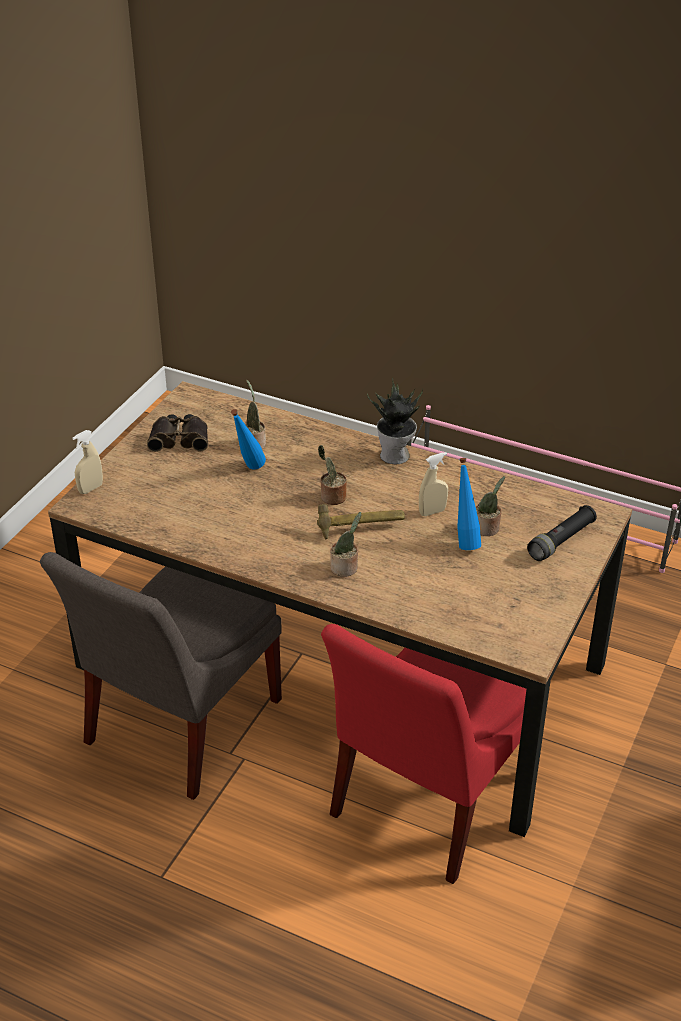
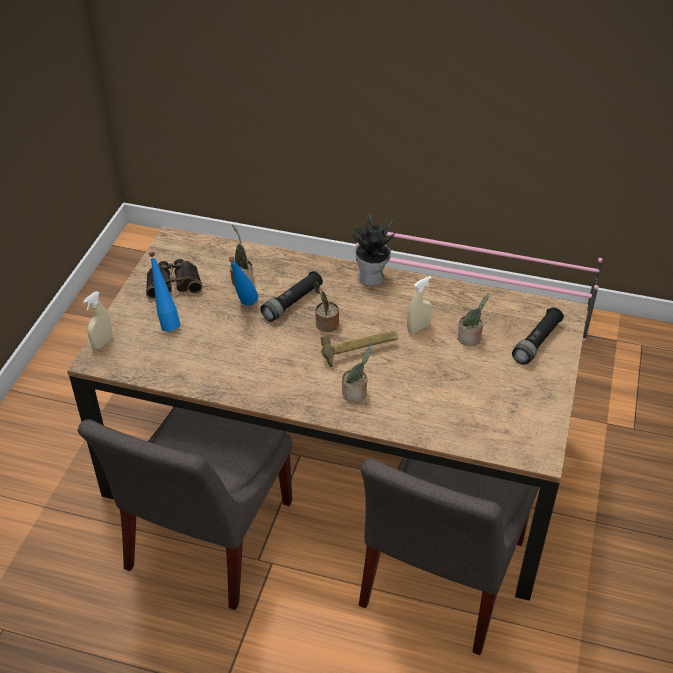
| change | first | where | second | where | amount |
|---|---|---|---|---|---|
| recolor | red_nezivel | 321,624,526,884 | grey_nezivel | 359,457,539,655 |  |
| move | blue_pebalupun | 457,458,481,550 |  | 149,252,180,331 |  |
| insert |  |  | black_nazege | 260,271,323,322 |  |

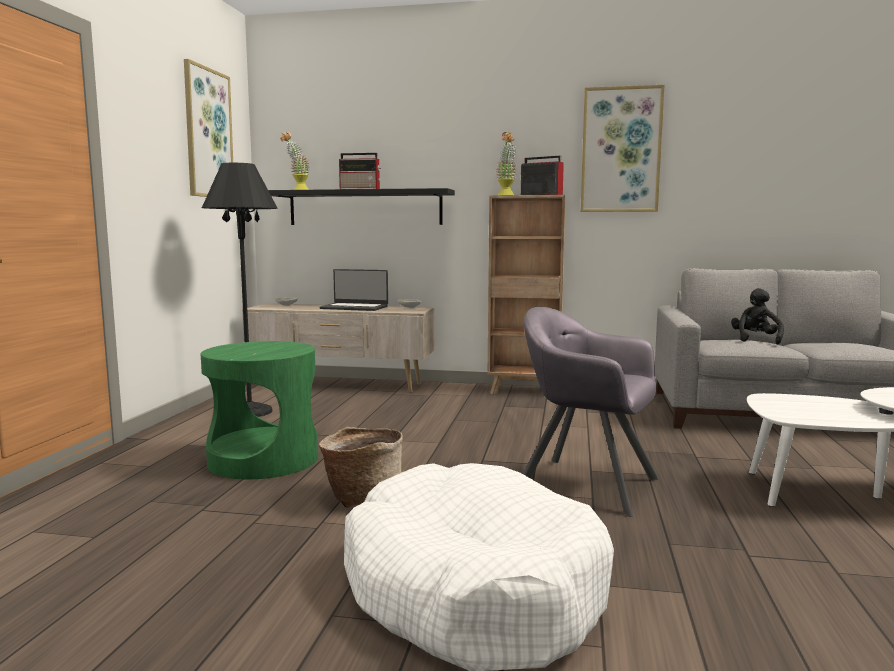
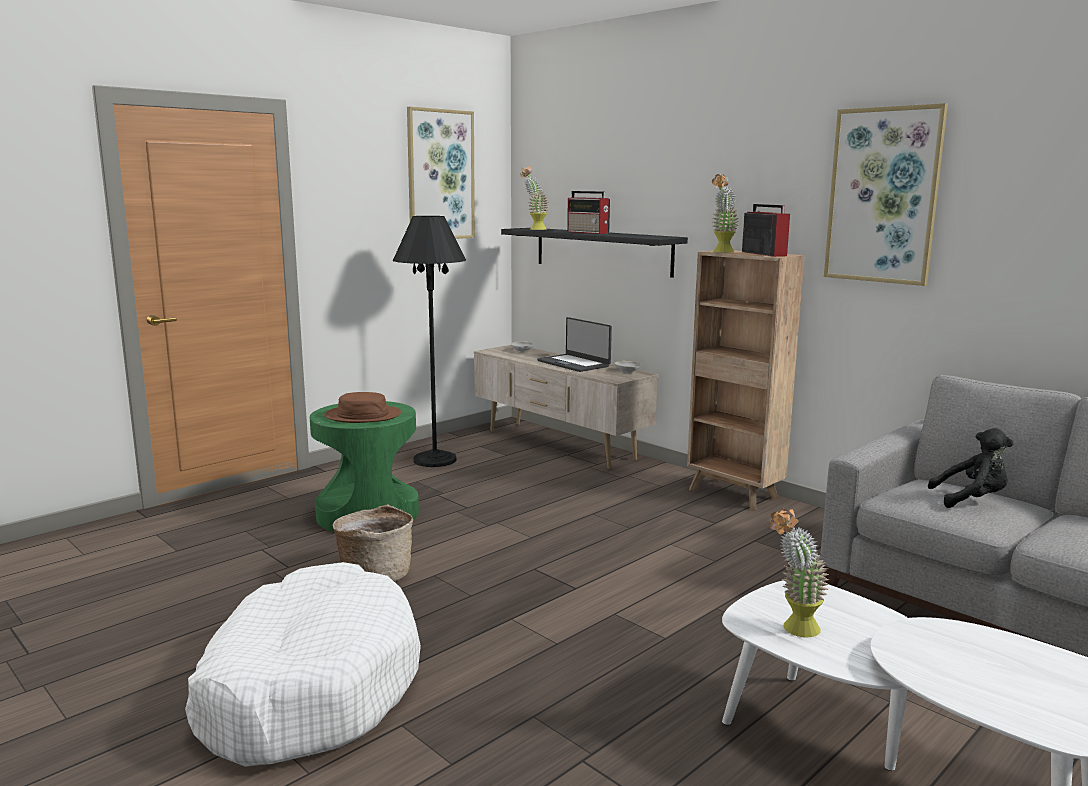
| change | first | where | second | where | amount |
|---|---|---|---|---|---|
| delete | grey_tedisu | 523,307,659,517 |  |  |  |
| rotate | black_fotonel | 731,288,784,345 |  | 928,428,1013,508 | 45 degrees clockwise |
| insert |  |  | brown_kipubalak | 324,392,401,423 |  |
| insert |  |  | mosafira | 769,508,830,638 |  |

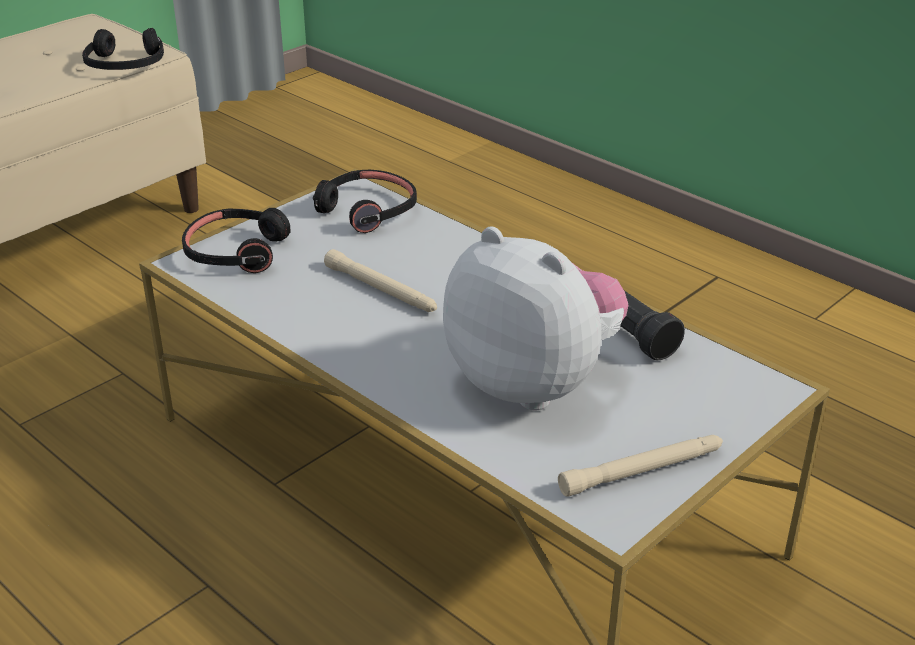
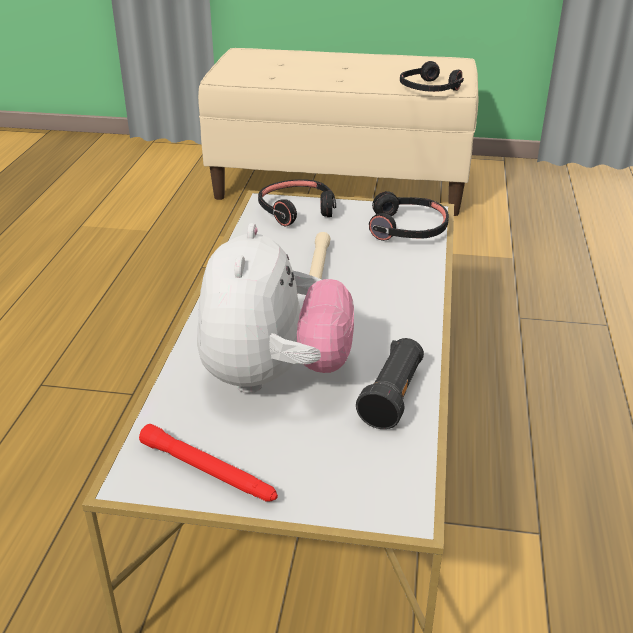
| change | first | where | second | where | amount |
|---|---|---|---|---|---|
| recolor | beige_nazege | 558,435,723,497 | red_nazege | 139,424,278,502 |  |

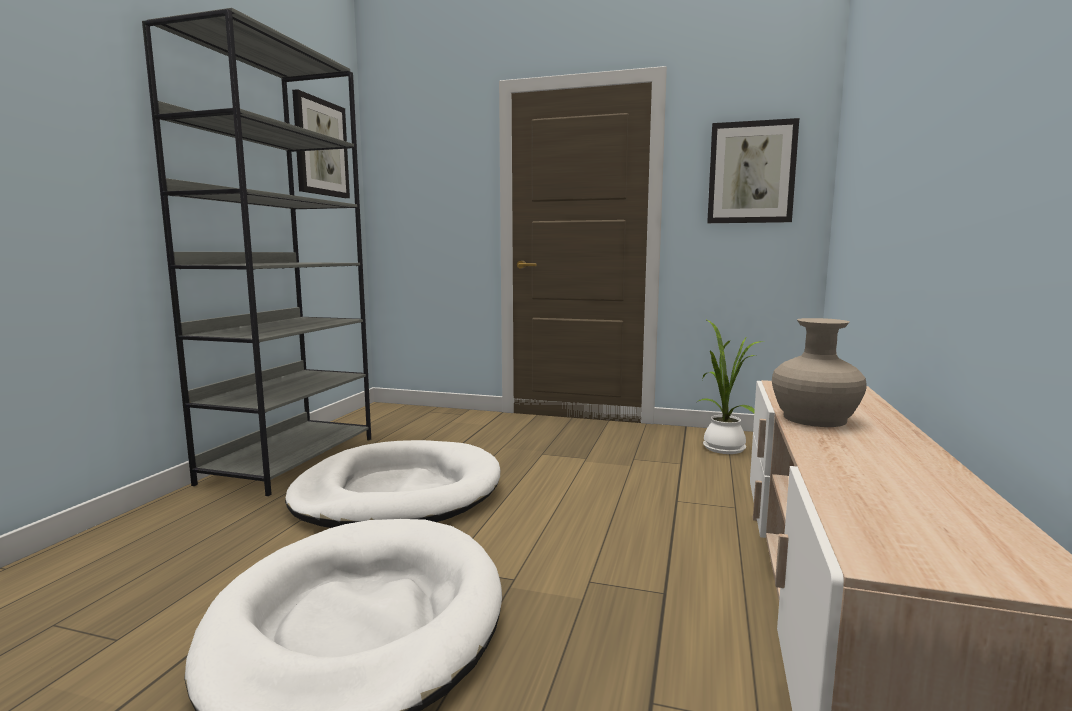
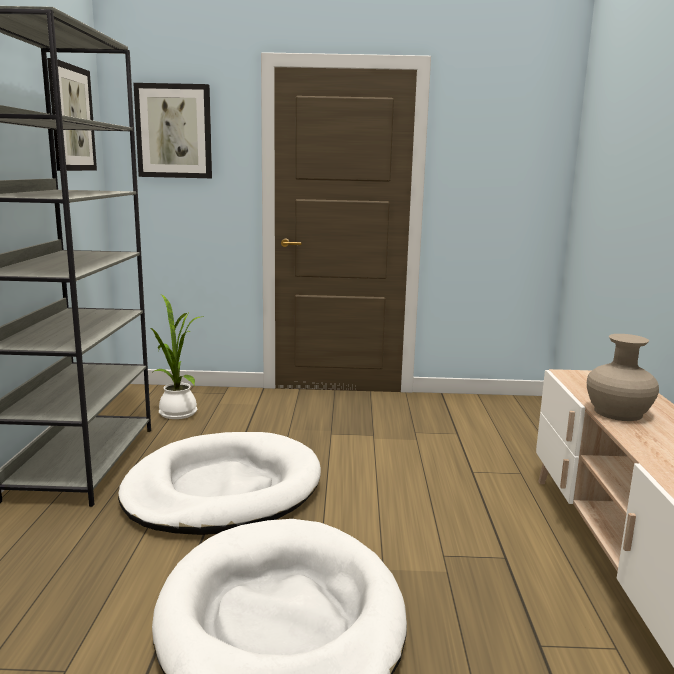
| change | first | where | second | where | amount |
|---|---|---|---|---|---|
| move | mosafira | 697,319,763,454 |  | 150,294,204,419 |  |
| move | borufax | 707,118,799,223 |  | 133,83,212,178 |  |

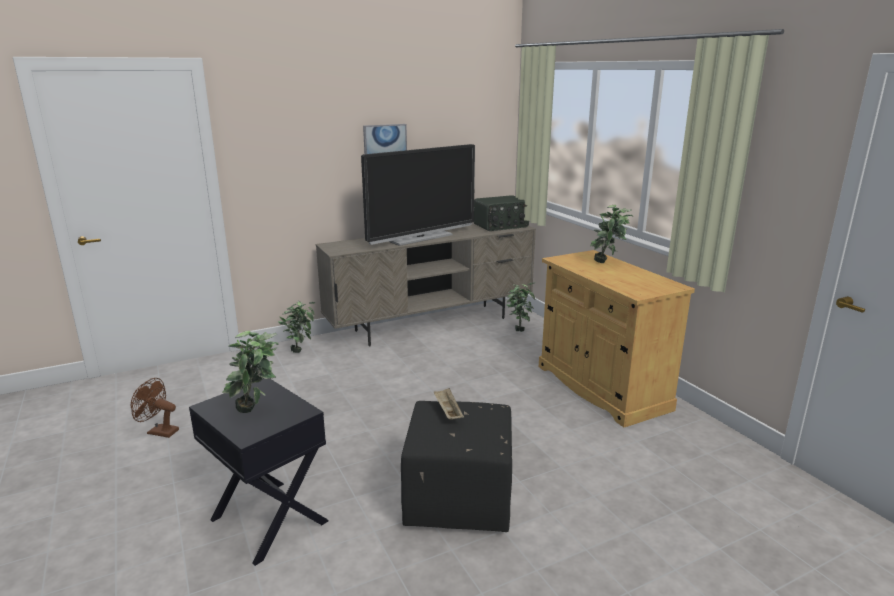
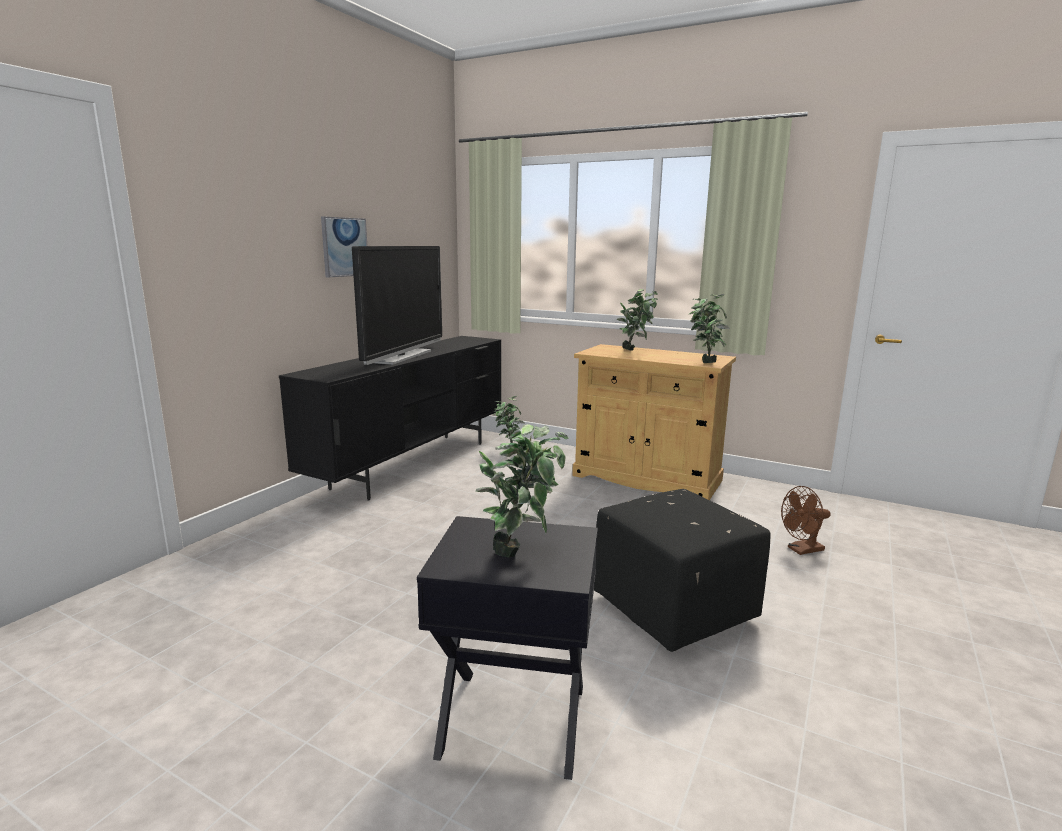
| change | first | where | second | where | amount |
|---|---|---|---|---|---|
| move | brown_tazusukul | 131,378,179,438 |  | 781,486,831,555 |  |
| move | mosafira | 278,301,315,353 |  | 689,294,730,363 |  |
| recolor | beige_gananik | 316,224,536,346 | black_gananik | 279,336,501,501 |  |
| delete | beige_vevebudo | 434,388,464,420 |  |  |  |
| delete | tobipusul | 474,195,529,231 |  |  |  |

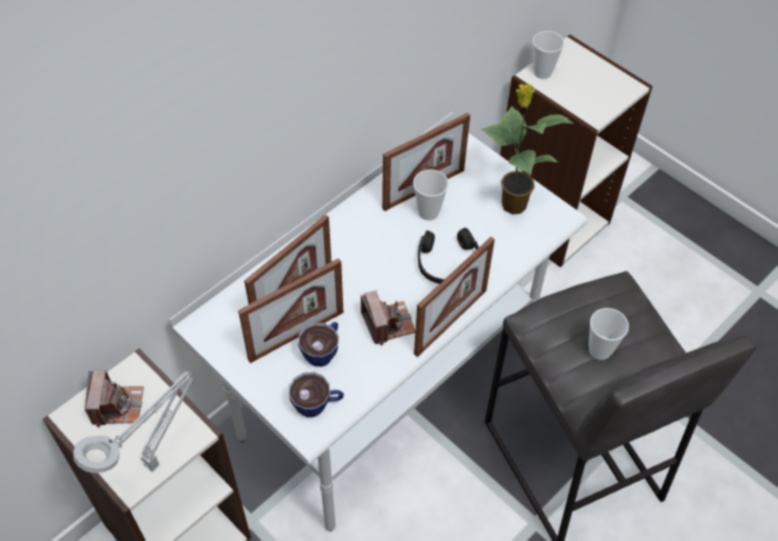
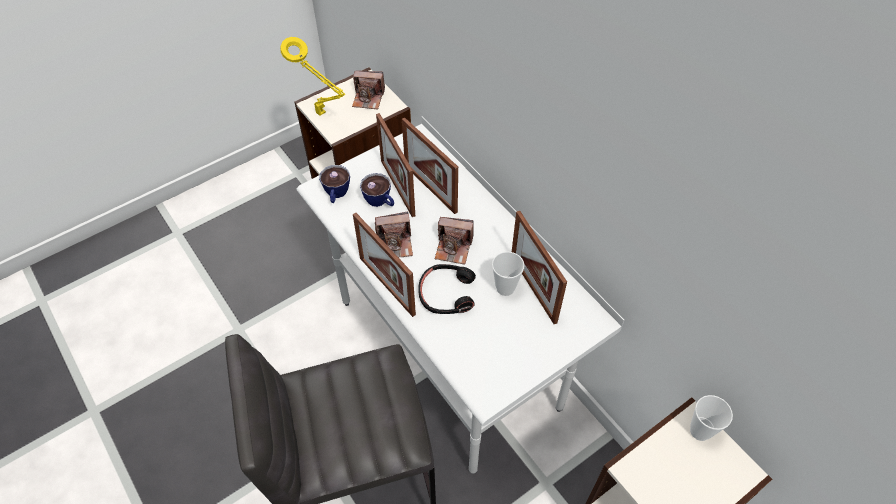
| change | first | where | second | where | amount |
|---|---|---|---|---|---|
| recolor | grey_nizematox | 73,371,195,473 | yellow_nizematox | 280,37,345,116 |  |
| delete | mosafira | 481,84,575,215 |  |  |  |
| delete | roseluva | 589,308,629,360 |  |  |  |
| insert |  |  | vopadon | 435,217,474,264 |  |

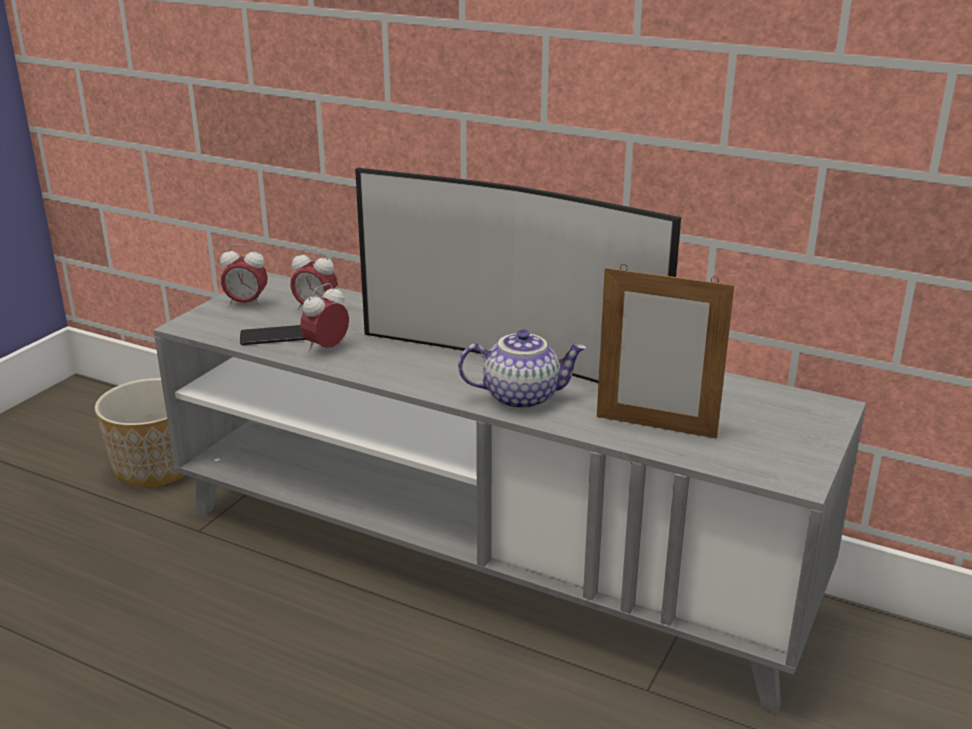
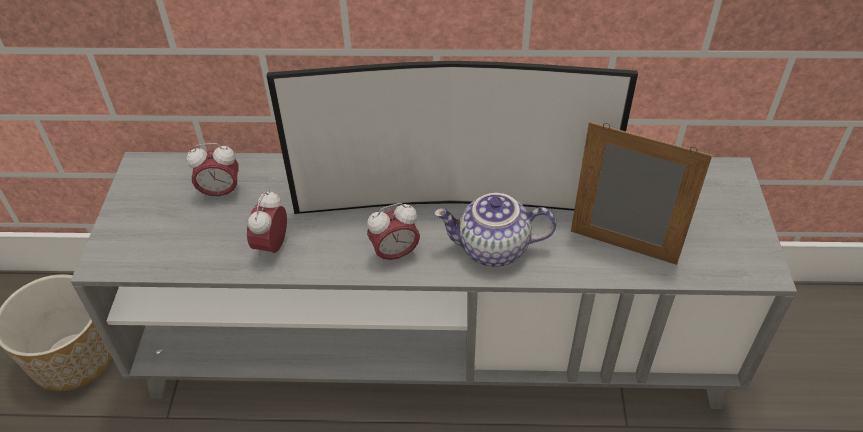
| change | first | where | second | where | amount |
|---|---|---|---|---|---|
| move | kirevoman | 220,244,268,307 |  | 367,203,420,265 |  |
| delete | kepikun | 240,325,306,345 |  |  |  |
| rotate | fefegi | 458,329,587,410 |  | 434,193,556,267 | 150 degrees counterclockwise |
| rotate | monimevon | 597,264,734,439 |  | 571,122,712,265 | 150 degrees counterclockwise |

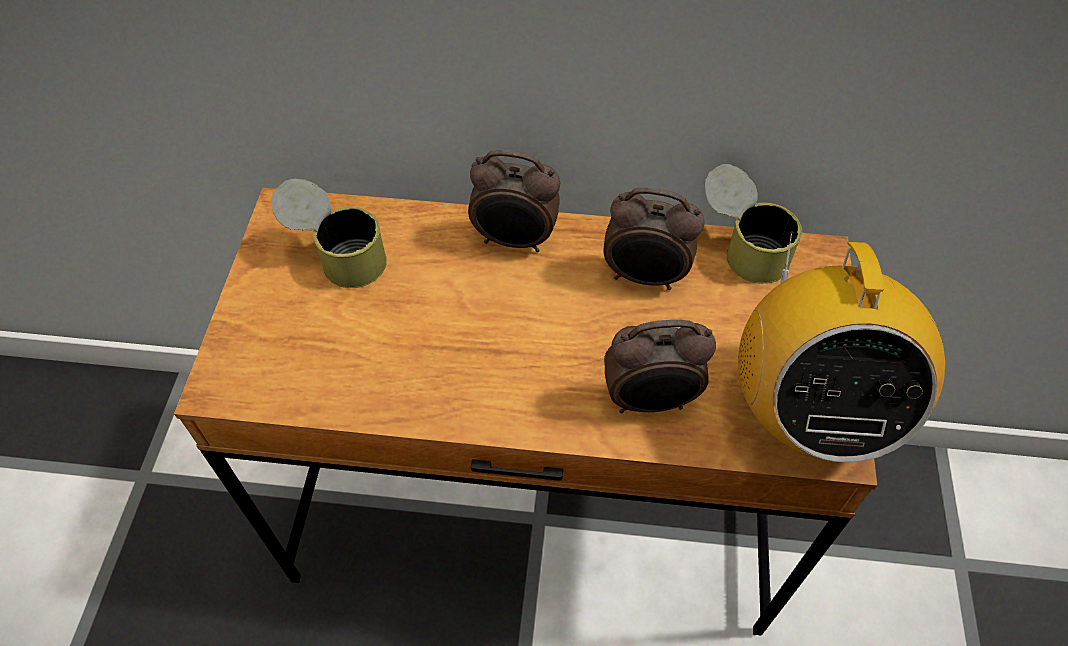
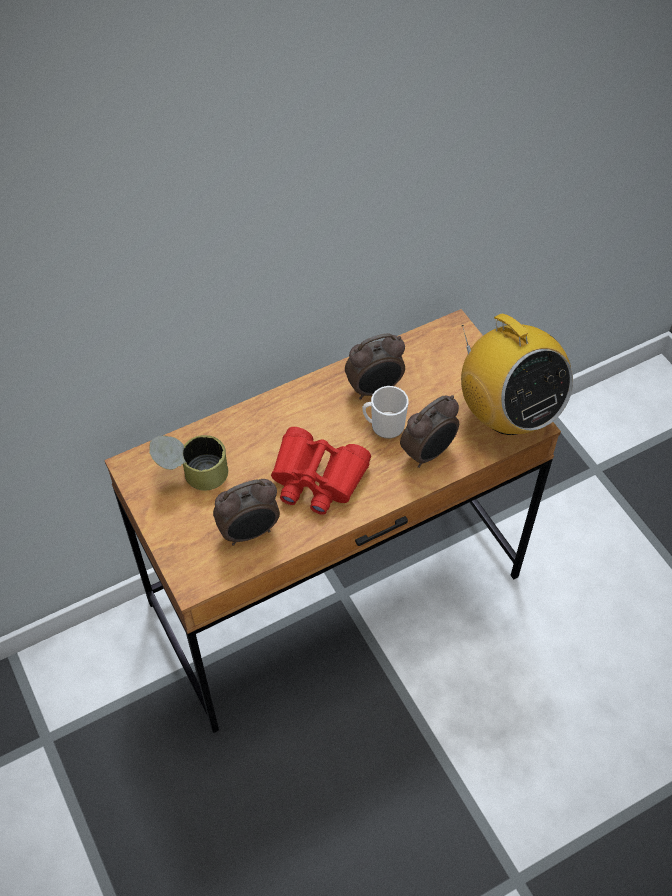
| change | first | where | second | where | amount |
|---|---|---|---|---|---|
| move | kirevoman | 468,150,560,252 |  | 213,479,280,545 |  |
| delete | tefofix | 705,164,802,284 |  |  |  |
| insert |  |  | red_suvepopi | 271,427,371,515 |  |
| insert |  |  | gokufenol | 363,386,408,439 |  |

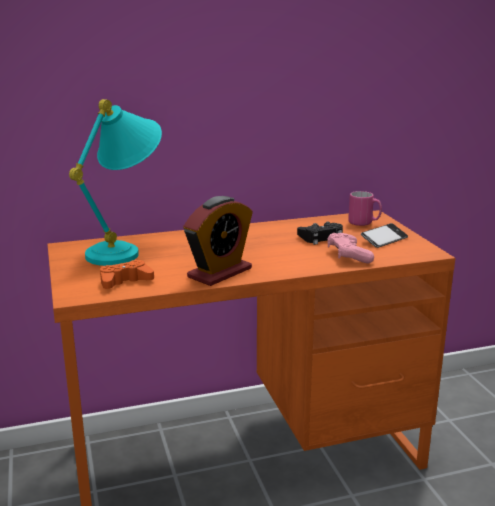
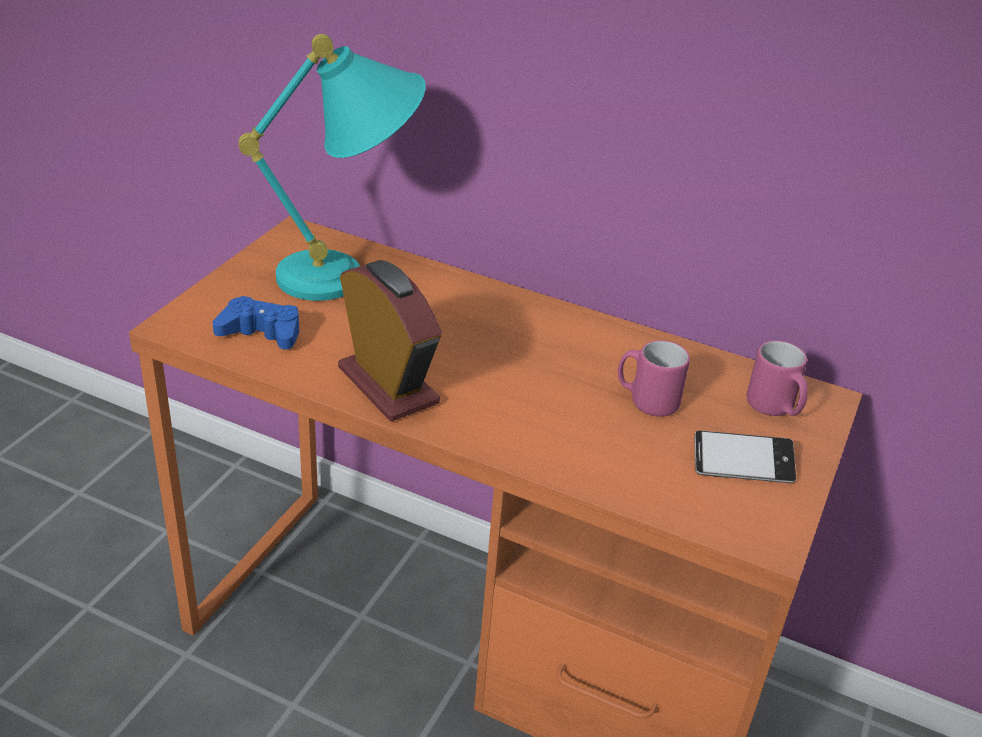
| change | first | where | second | where | amount |
|---|---|---|---|---|---|
| recolor | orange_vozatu | 100,260,154,289 | blue_vozatu | 212,296,299,349 |  |
| rotate | kirevoman | 183,196,253,286 |  | 338,260,442,422 | 120 degrees counterclockwise |
| replace | black_vozatu | 297,222,343,245 | pink_gokufenol | 618,340,690,417 |  |
| delete | pink_vozatu | 327,233,374,264 |  |  |  |

